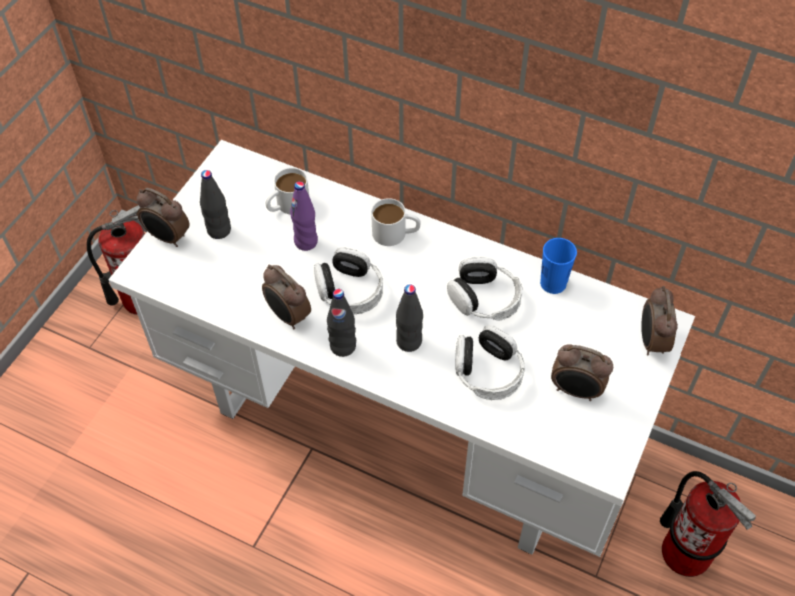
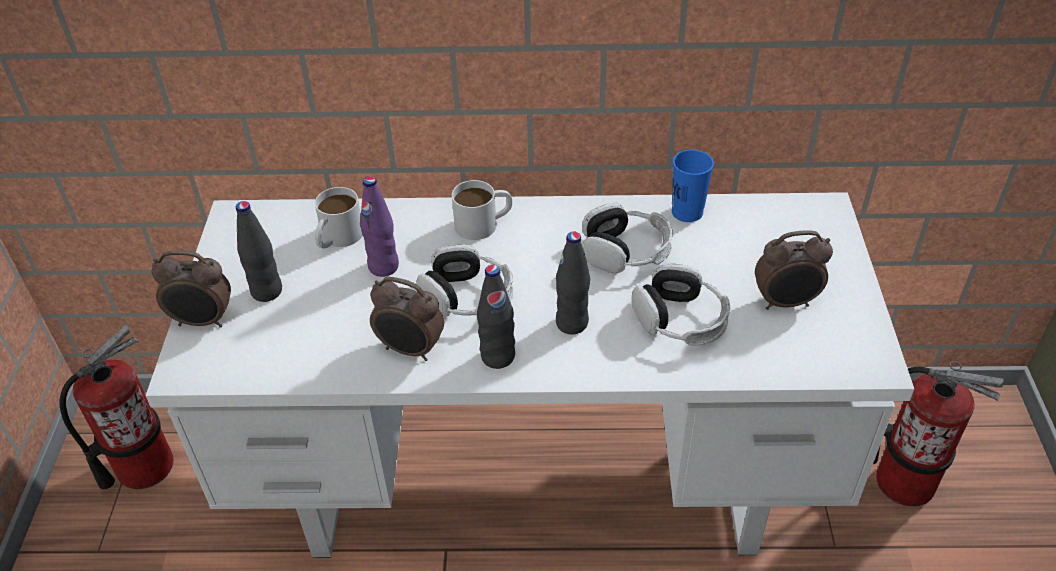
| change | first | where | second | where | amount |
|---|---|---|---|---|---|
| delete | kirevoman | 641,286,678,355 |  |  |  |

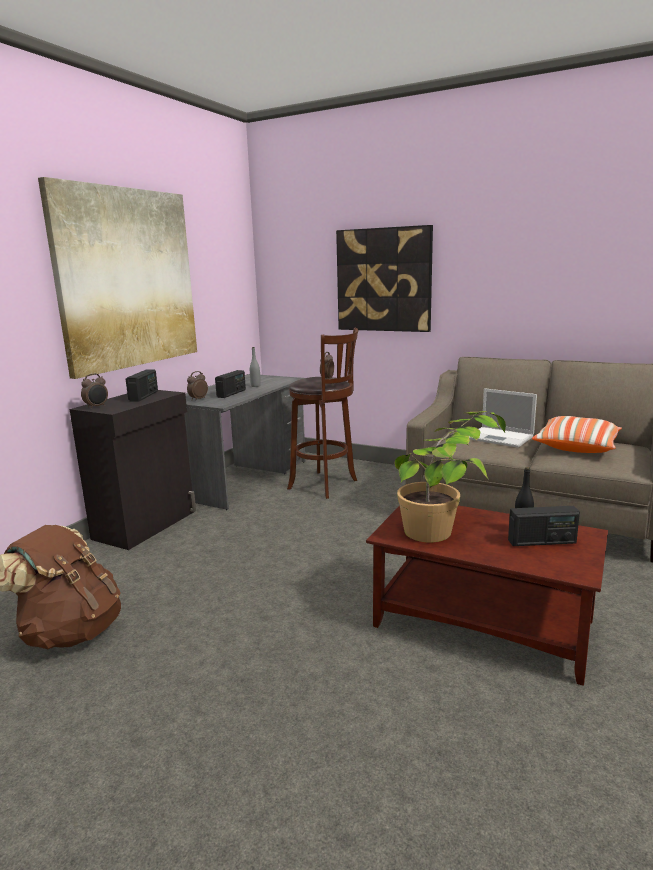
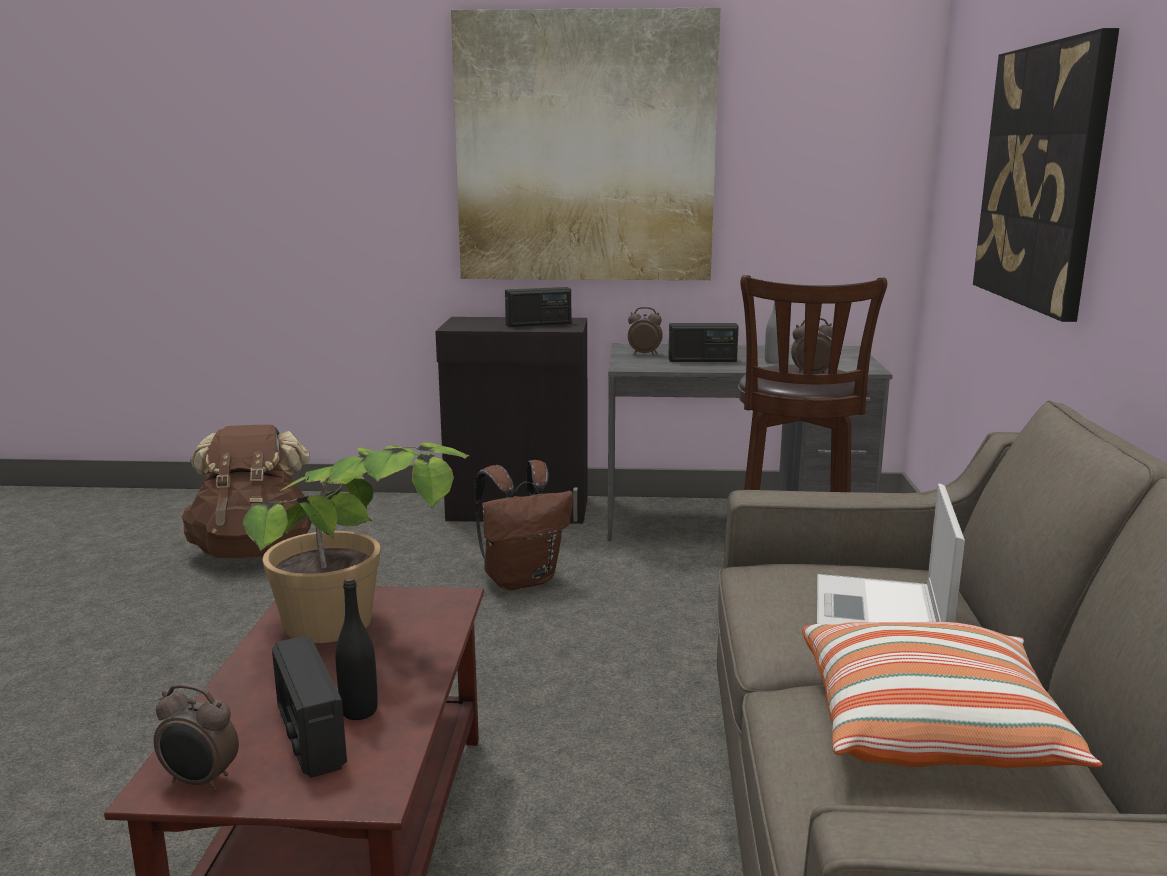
| change | first | where | second | where | amount |
|---|---|---|---|---|---|
| move | kirevoman | 81,374,108,409 |  | 154,683,239,791 |  |
| insert |  |  | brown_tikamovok | 474,460,573,590 |  |

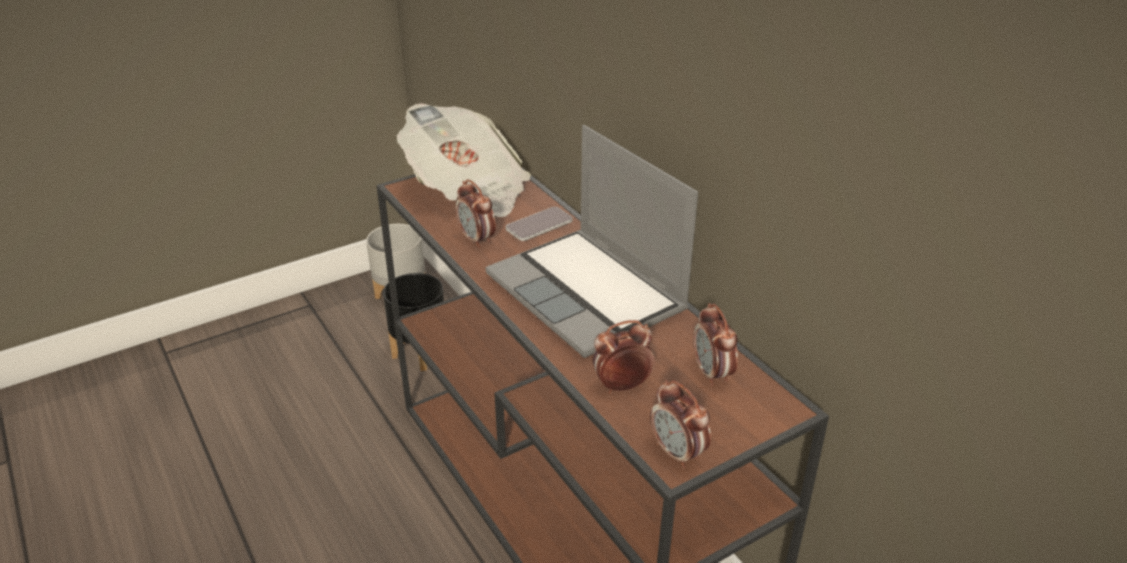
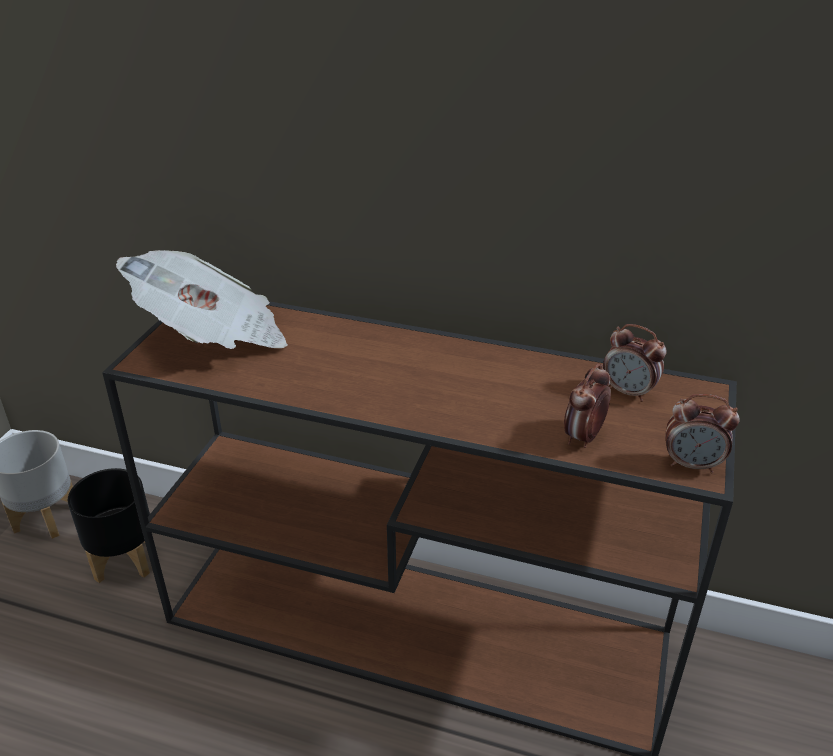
| change | first | where | second | where | amount |
|---|---|---|---|---|---|
| delete | kirevoman | 456,179,496,248 |  |  |  |
| delete | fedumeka | 486,125,698,358 |  |  |  |
| delete | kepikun | 506,207,573,241 |  |  |  |

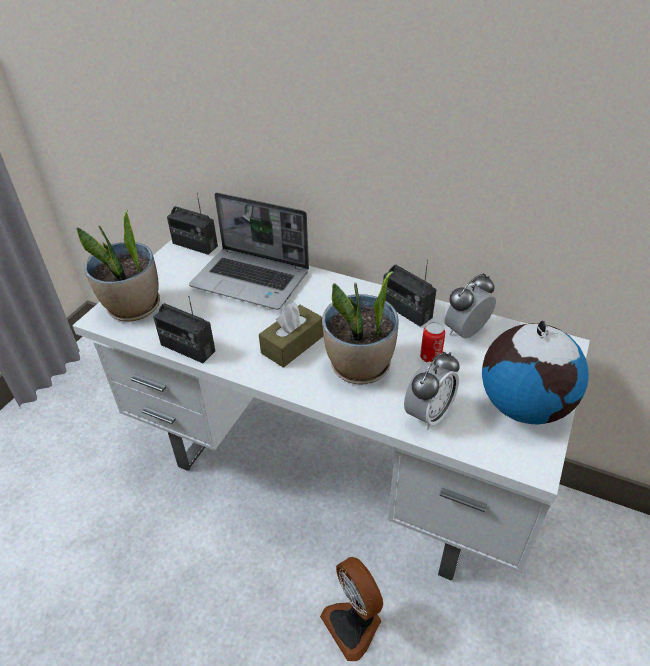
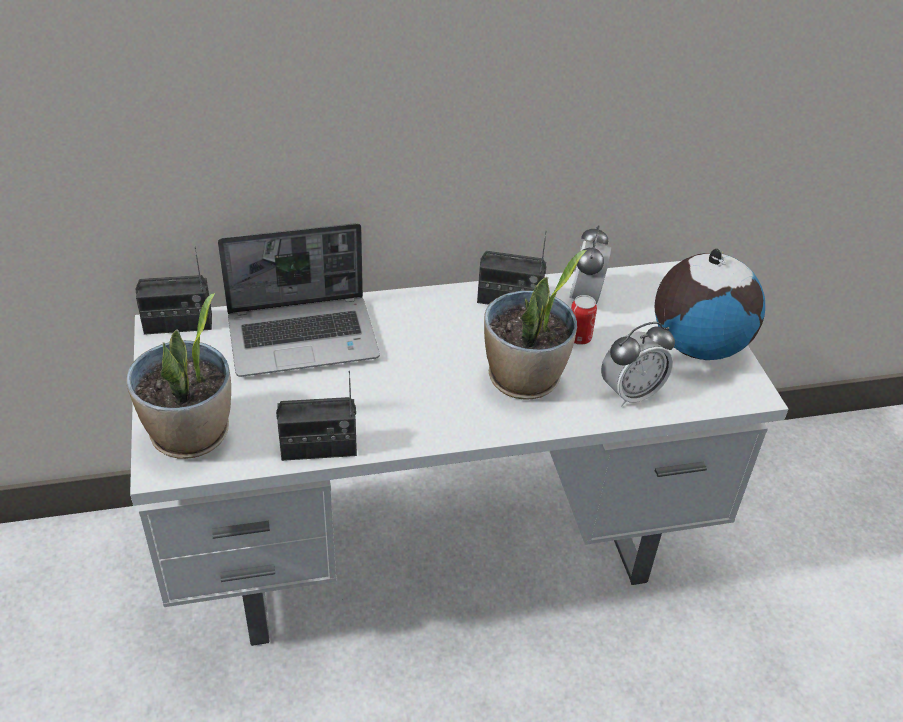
| change | first | where | second | where | amount |
|---|---|---|---|---|---|
| delete | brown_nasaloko | 259,303,323,368 |  |  |  |
| delete | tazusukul | 320,557,383,661 |  |  |  |
| rotate | kirevoman | 404,352,460,430 |  | 601,322,675,407 | 60 degrees clockwise |

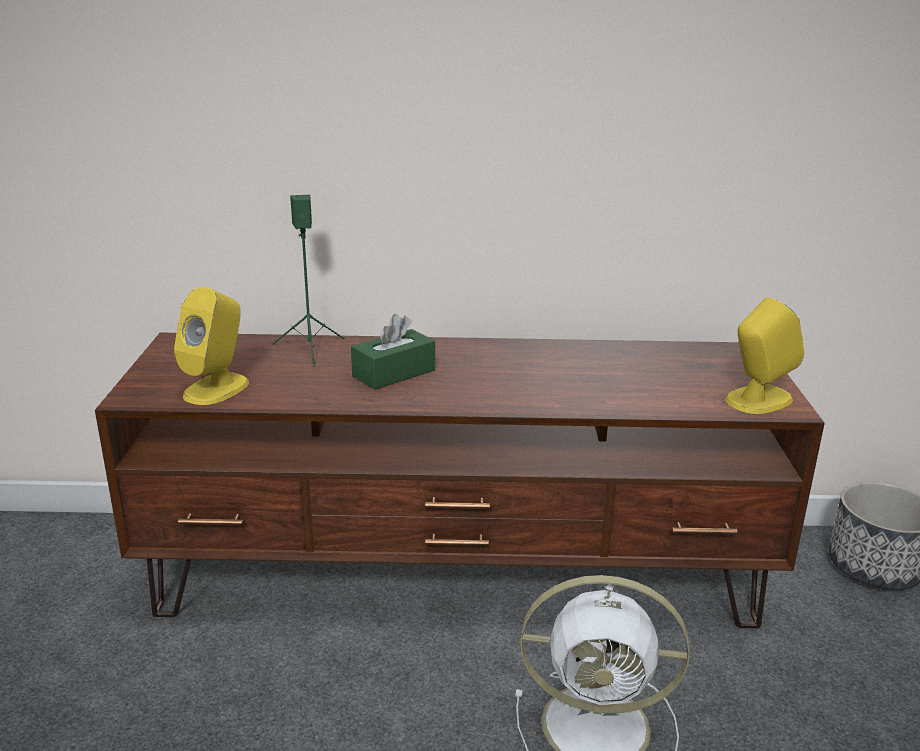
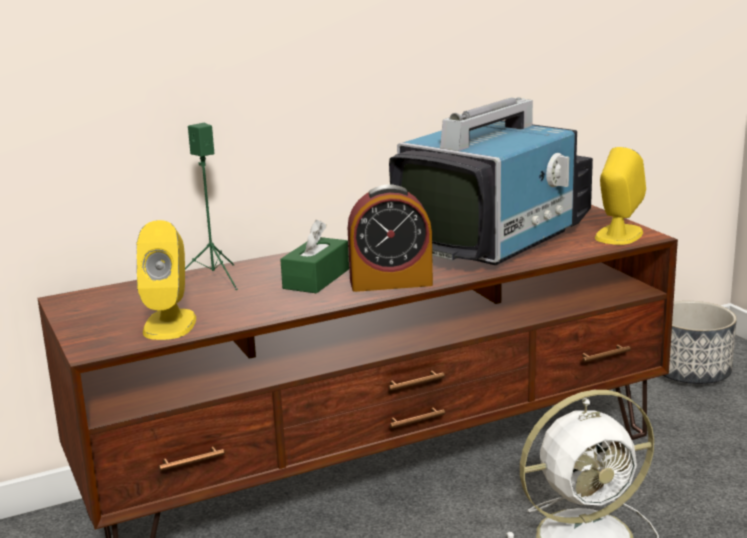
| change | first | where | second | where | amount |
|---|---|---|---|---|---|
| insert |  |  | kirevoman | 348,184,433,292 |  |
| insert |  |  | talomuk | 389,97,593,265 |  |

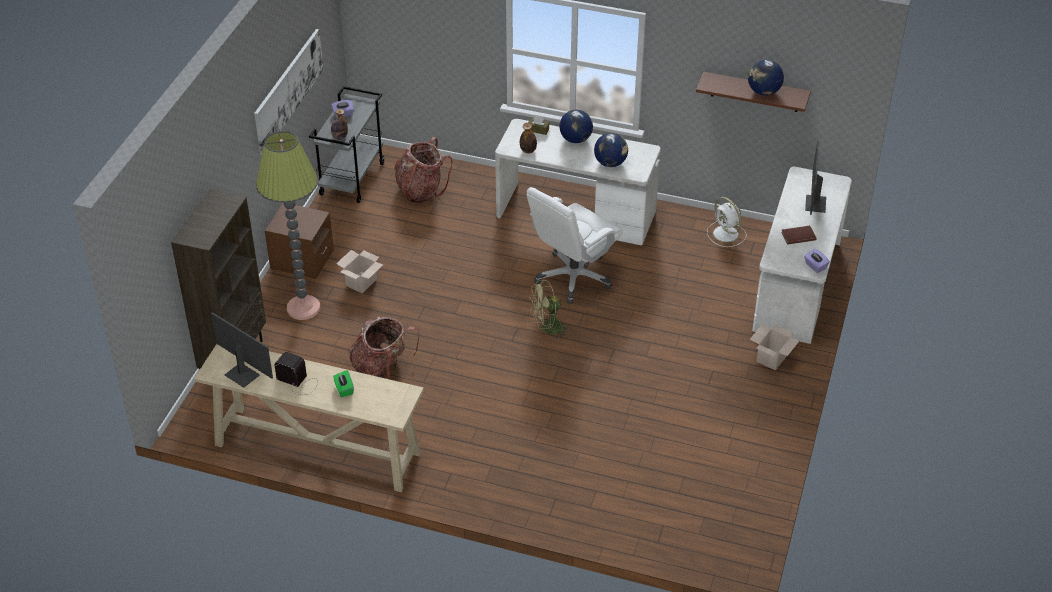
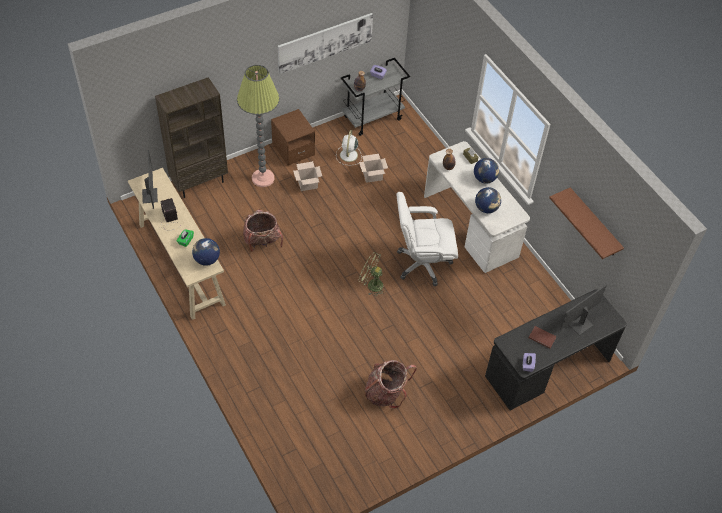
| change | first | where | second | where | amount |
|---|---|---|---|---|---|
| move | tikamovok | 394,137,452,204 |  | 365,360,417,409 |  |
| move | white_tazusukul | 707,197,747,247 |  | 336,130,362,165 |  |
| move | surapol | 748,60,784,96 |  | 192,238,220,266 |  |
| move | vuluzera | 750,324,800,370 |  | 359,154,388,183 |  |
| recolor | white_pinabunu | 752,167,852,344 | black_pinabunu | 485,289,627,410 |  |

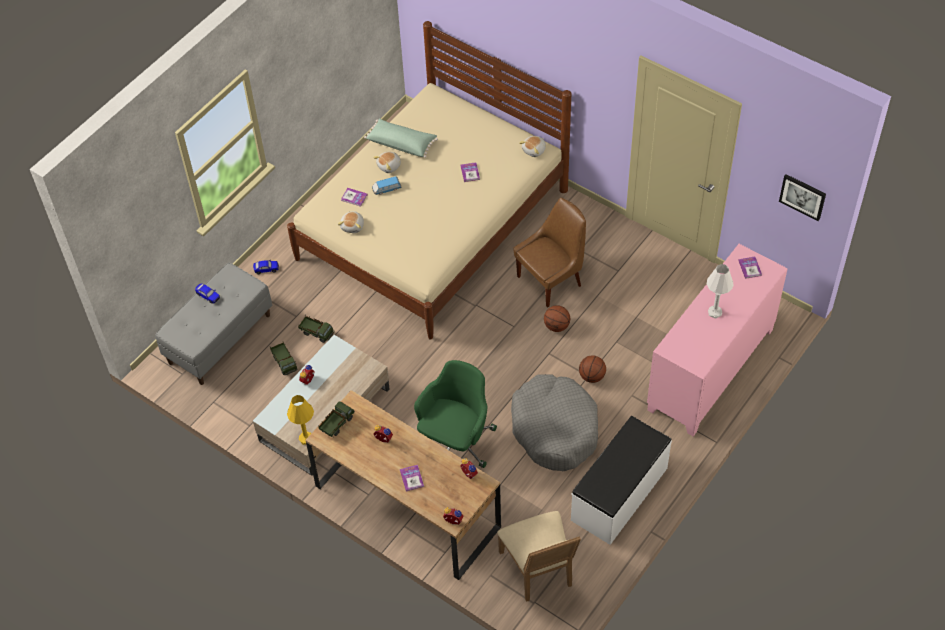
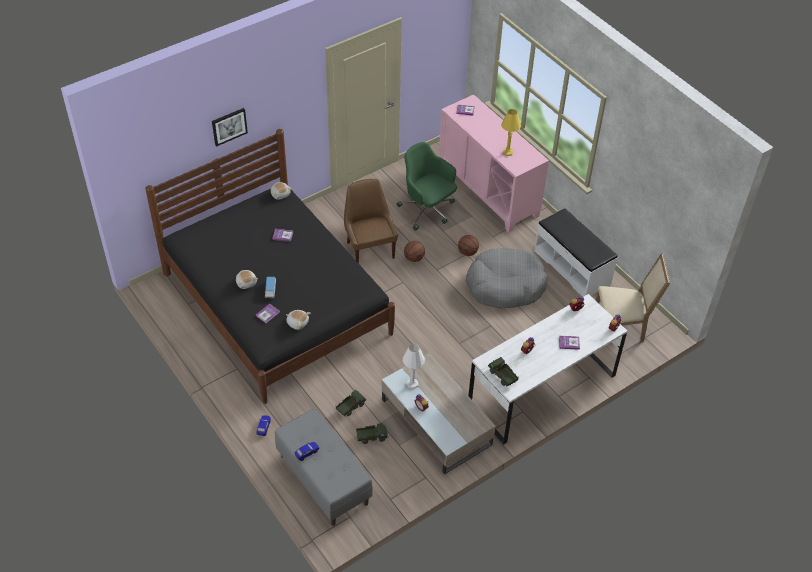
| change | first | where | second | where | amount |
|---|---|---|---|---|---|
| recolor | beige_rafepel | 287,21,571,340 | black_rafepel | 145,129,395,404 |  |
| move | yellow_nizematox | 287,395,314,445 |  | 501,109,521,156 |  |
| recolor | brown_pinabunu | 306,390,501,580 | white_pinabunu | 468,294,627,445 |  |
| delete | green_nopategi | 364,118,438,158 |  |  |  |
| move | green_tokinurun | 414,360,497,468 |  | 397,142,457,231 |  |
| move | white_nizematox | 707,264,734,319 |  | 403,344,425,389 |  |
| move | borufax | 779,174,826,221 |  | 212,108,248,146 |  |

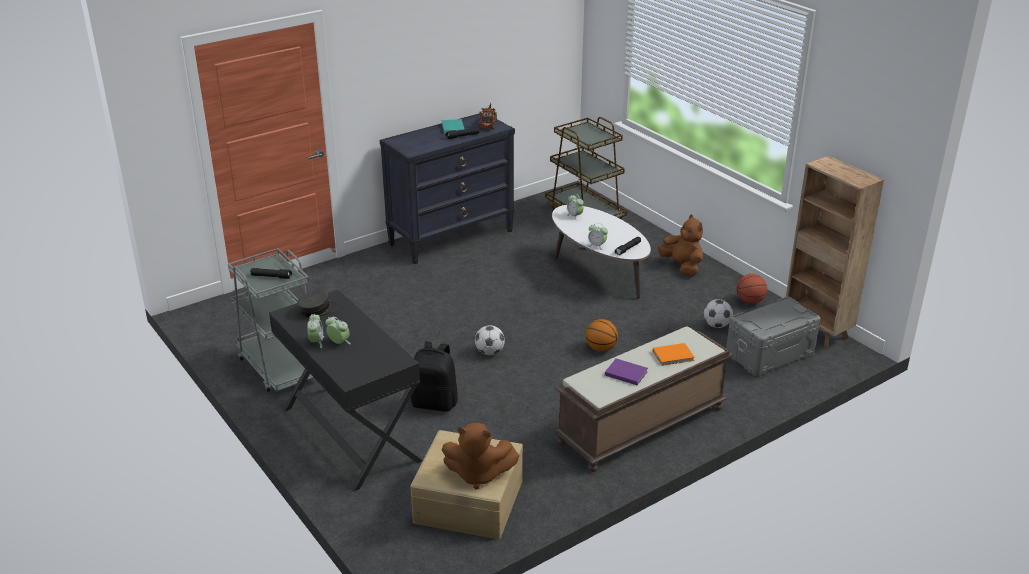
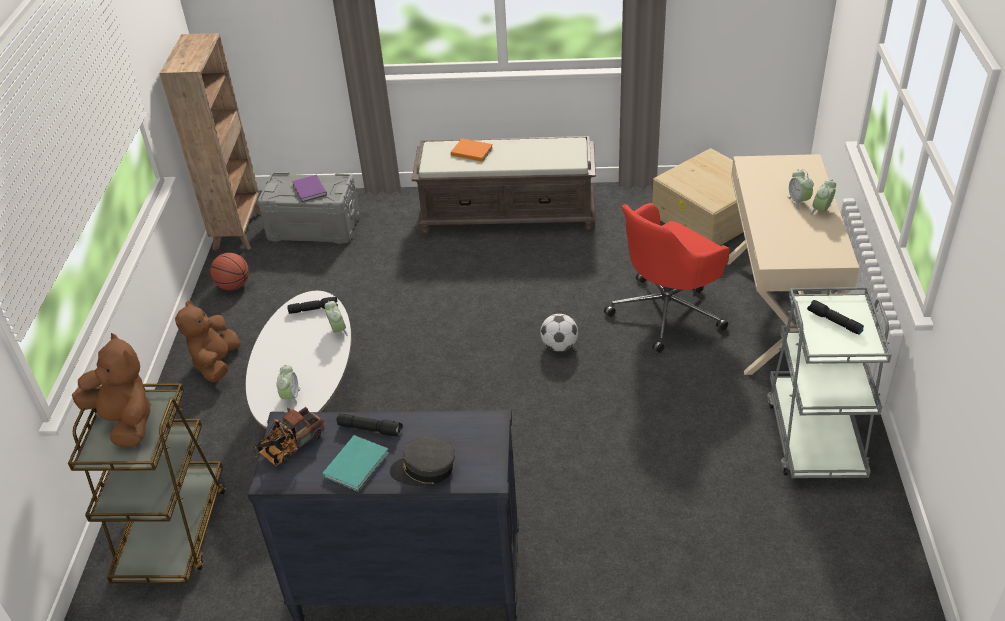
| change | first | where | second | where | amount |
|---|---|---|---|---|---|
| recolor | black_pinabunu | 269,290,423,491 | beige_pinabunu | 727,154,859,375 |  |
| move | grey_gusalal | 297,290,338,318 |  | 390,438,455,486 |  |
| replace | black_tikamovok | 411,342,458,412 | red_tokinurun | 604,203,730,353 |  |
| move | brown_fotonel | 442,423,519,489 |  | 72,333,151,447 |  |
| delete | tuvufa | 586,319,618,352 |  |  |  |
| move | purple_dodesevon | 605,358,648,385 |  | 292,174,327,202 |  |
| delete | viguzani | 704,299,733,328 |  |  |  |

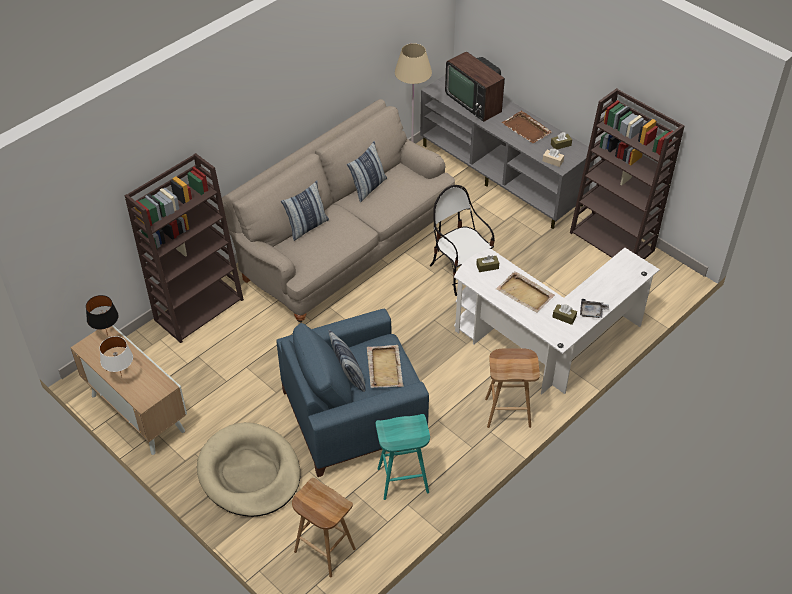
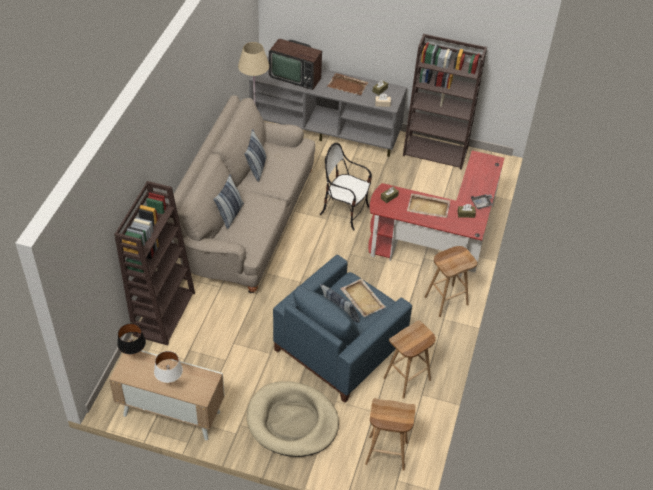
| change | first | where | second | where | amount |
|---|---|---|---|---|---|
| recolor | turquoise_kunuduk | 376,414,430,500 | brown_kunuduk | 384,320,436,399 |  |
| recolor | white_pinabunu | 454,248,660,394 | red_pinabunu | 368,151,505,278 |  |

